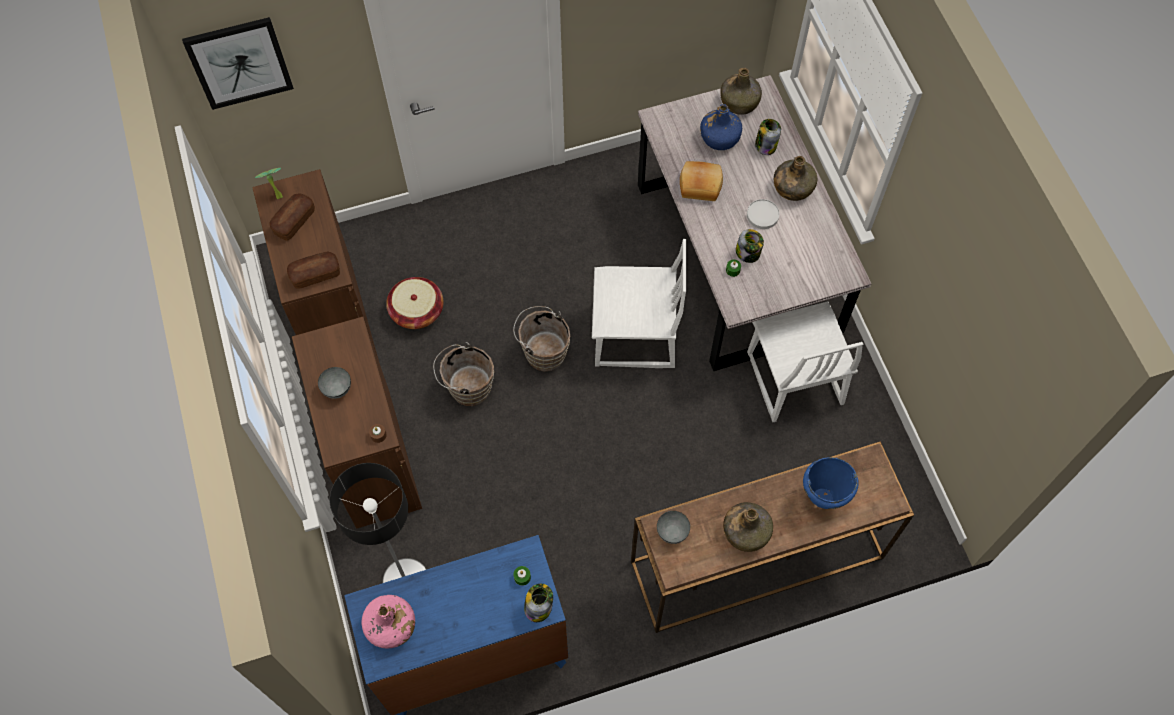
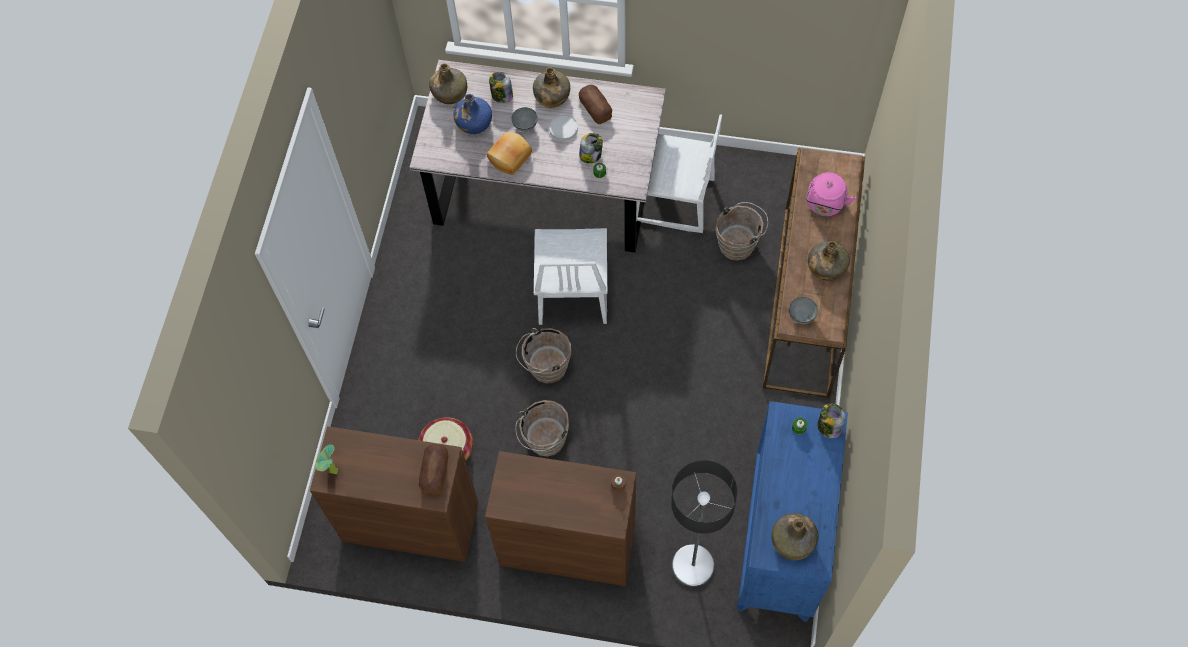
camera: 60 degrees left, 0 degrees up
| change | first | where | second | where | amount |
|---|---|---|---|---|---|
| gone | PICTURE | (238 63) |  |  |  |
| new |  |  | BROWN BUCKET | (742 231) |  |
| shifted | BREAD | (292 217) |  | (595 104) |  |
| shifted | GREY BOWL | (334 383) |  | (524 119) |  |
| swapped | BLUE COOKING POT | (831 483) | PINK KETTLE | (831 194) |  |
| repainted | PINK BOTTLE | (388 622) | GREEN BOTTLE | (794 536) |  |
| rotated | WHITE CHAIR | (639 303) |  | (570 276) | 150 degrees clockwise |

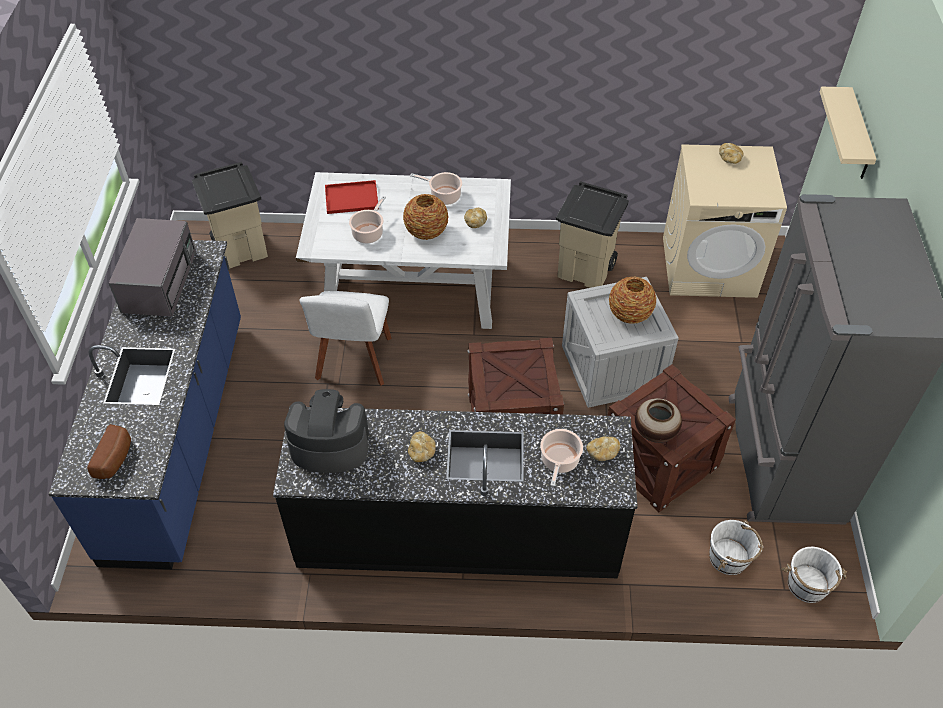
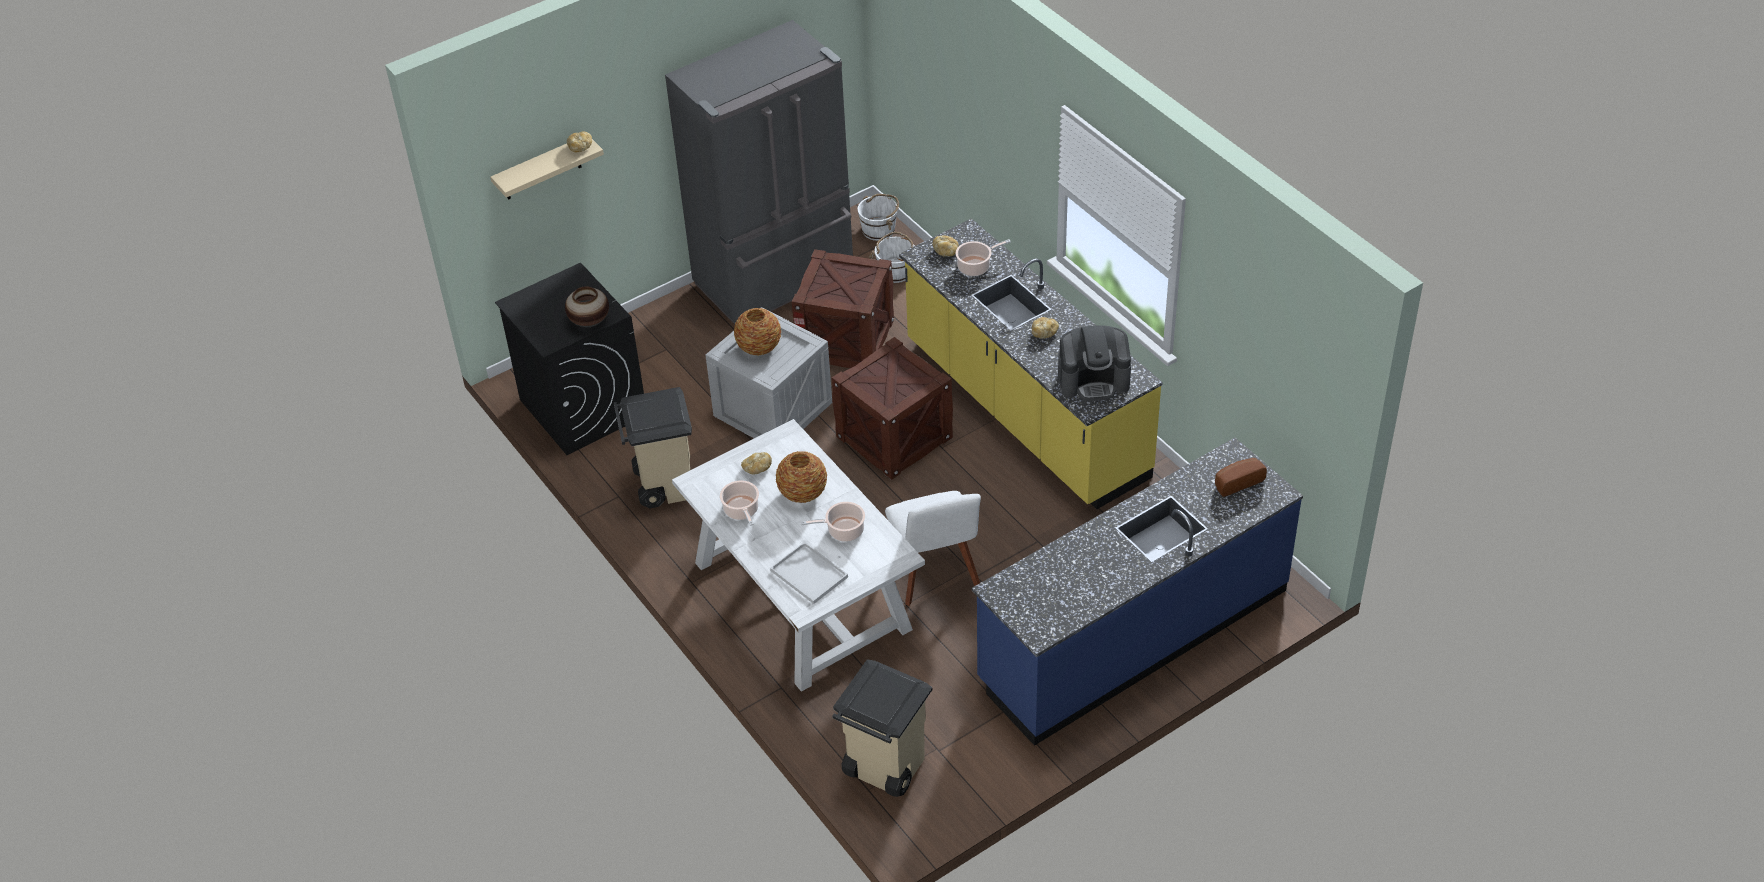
camera: 125 degrees left, 5 degrees down
| change | first | where | second | where | amount |
|---|---|---|---|---|---|
| gone | GREY MICROWAVE | (152 267) |  |  |  |
| shifted | VASE | (658 420) |  | (587 306) |  |
| shifted | BREAD | (731 153) |  | (579 141) |  |
| repainted | BLACK COUNTER | (455 492) | YELLOW COUNTER | (1031 363) |  |
| repainted | RED TRAY | (351 197) | WHITE TRAY | (809 573) |  |
| repainted | BEIGE WASHING MACHINE | (725 221) | BLACK WASHING MACHINE | (569 359) |  |
| rotated | COFFEE MACHINE | (326 431) |  | (1094 363) | 60 degrees counterclockwise |
| rotated | WHITE CHAIR | (345 338) |  | (933 548) | 105 degrees clockwise |

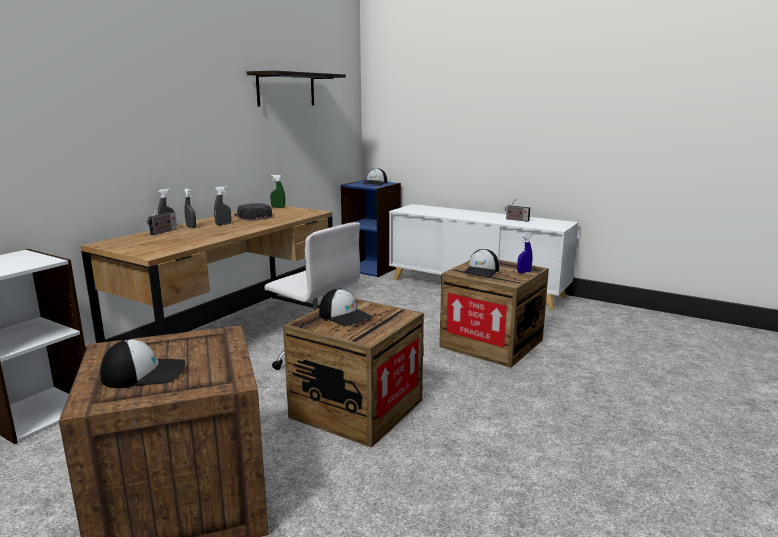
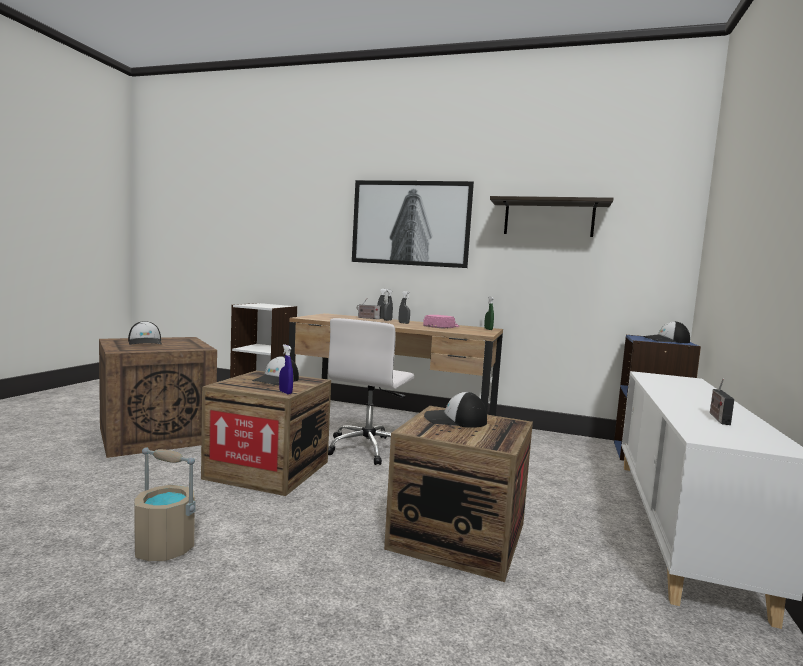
camera: 75 degrees right, 10 degrees down
| change | first | where | second | where | amount |
|---|---|---|---|---|---|
| new |  |  | BEIGE BUCKET | (165 504) |  |
| new |  |  | PICTURE | (413 224) |  |
| shifted | BLUE SPRAY BOTTLE | (524 253) |  | (286 369) |  |
| repainted | BLACK CAP | (253 212) | PINK CAP | (441 322) |  |

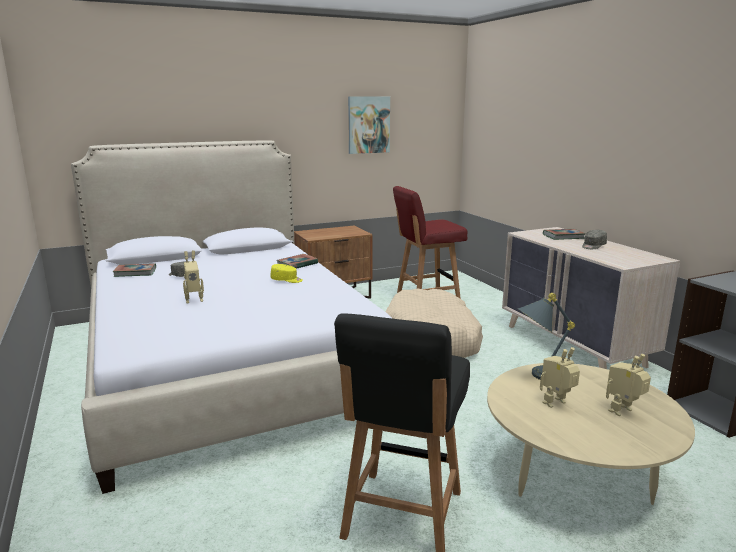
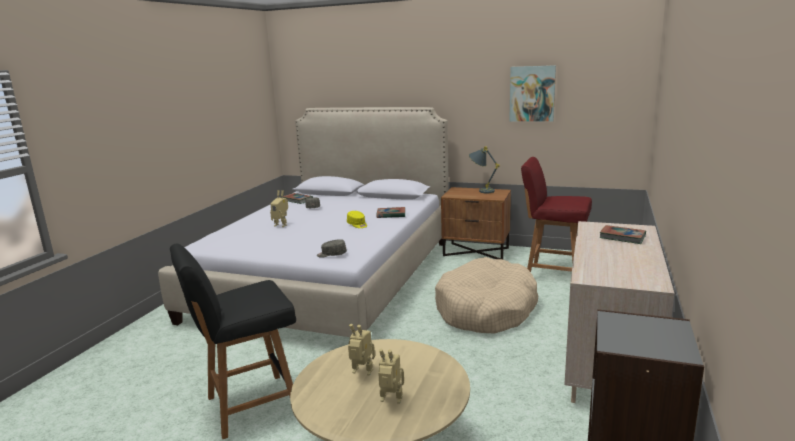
camera: 45 degrees right, 0 degrees up
| change | first | where | second | where | amount |
|---|---|---|---|---|---|
| shifted | GREY TABLE LAMP | (546 336) |  | (484 169) |  |
| shifted | GREY CAP | (594 239) |  | (332 248) |  |

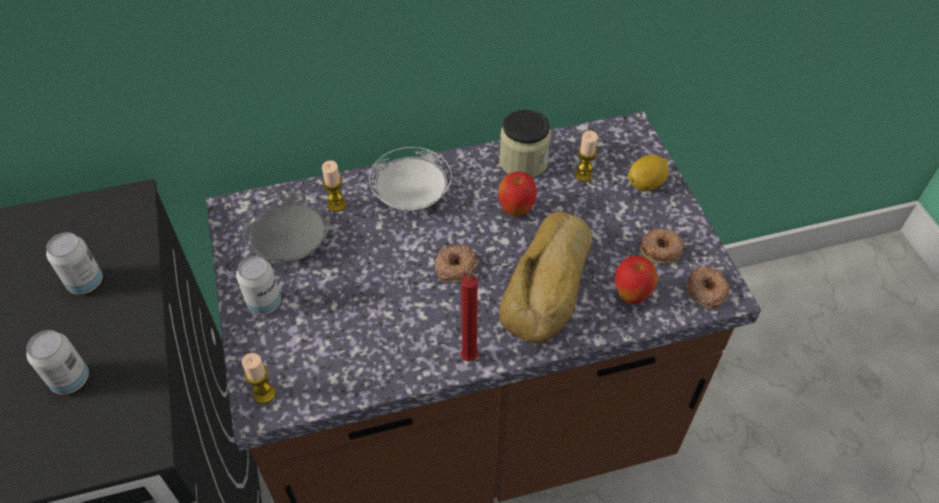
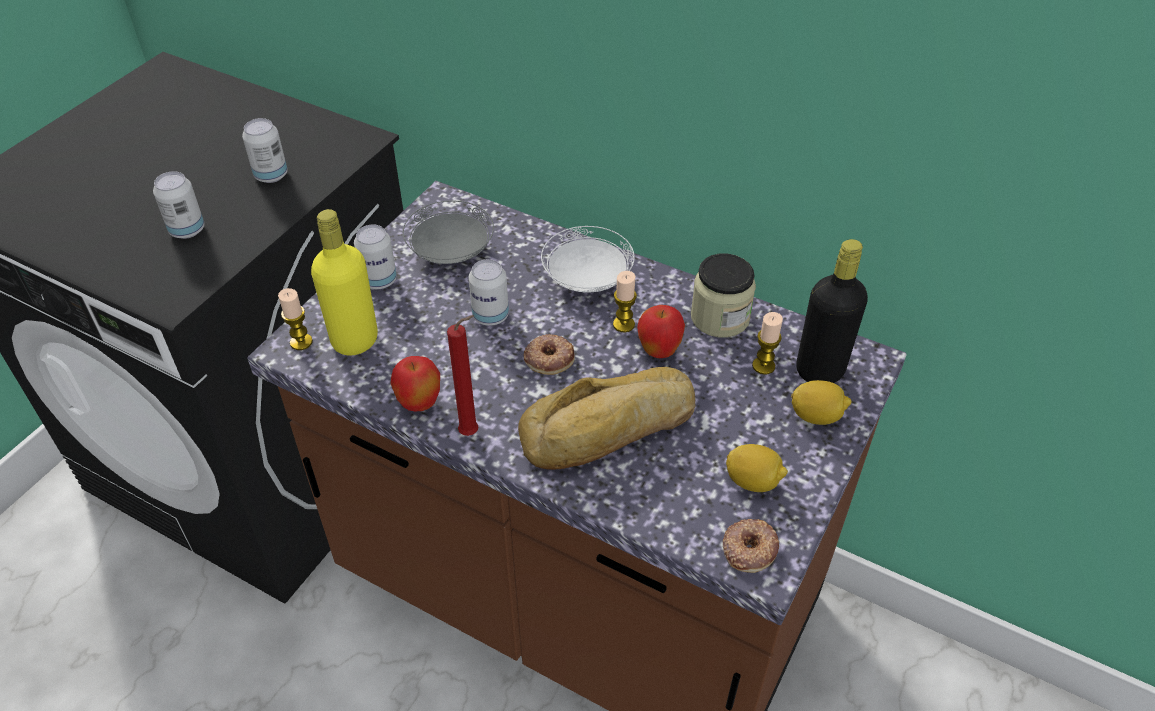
camera: 45 degrees right, 5 degrees down
| change | first | where | second | where | amount |
|---|---|---|---|---|---|
| new |  |  | YELLOW BOTTLE | (344 282) |  |
| new |  |  | CAN | (489 292) |  |
| new |  |  | BLACK BOTTLE | (832 311) |  |
| shifted | CANDLE | (334 186) |  | (625 302) |  |
| shifted | APPLE | (636 280) |  | (415 383) |  |
| swapped | DONUT | (662 246) | LEMON | (757 468) |  |

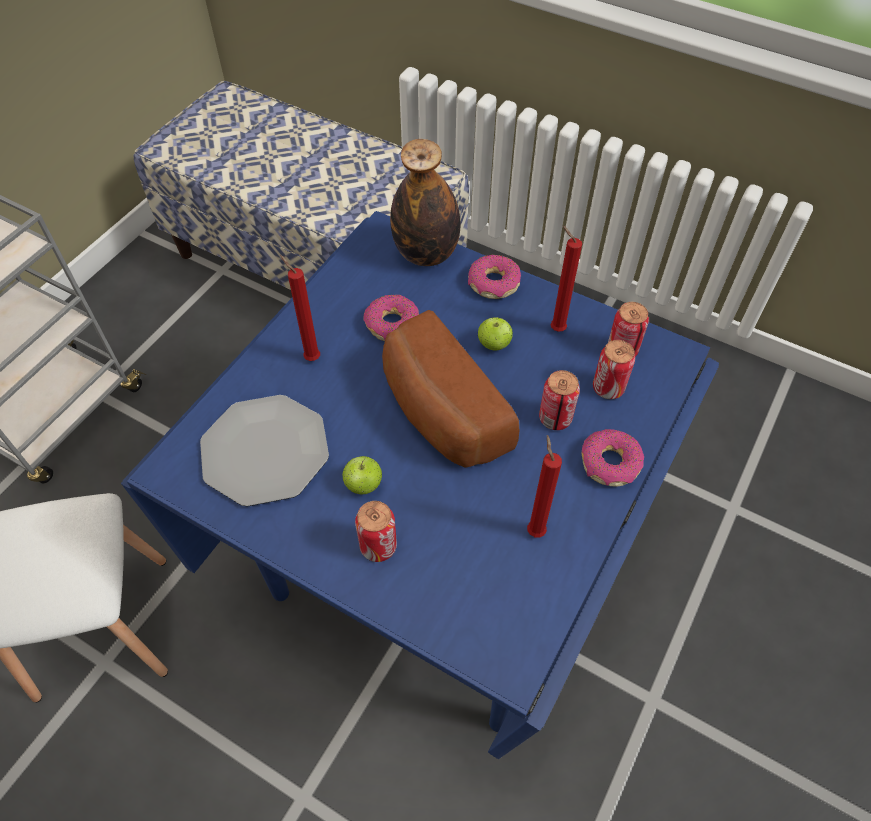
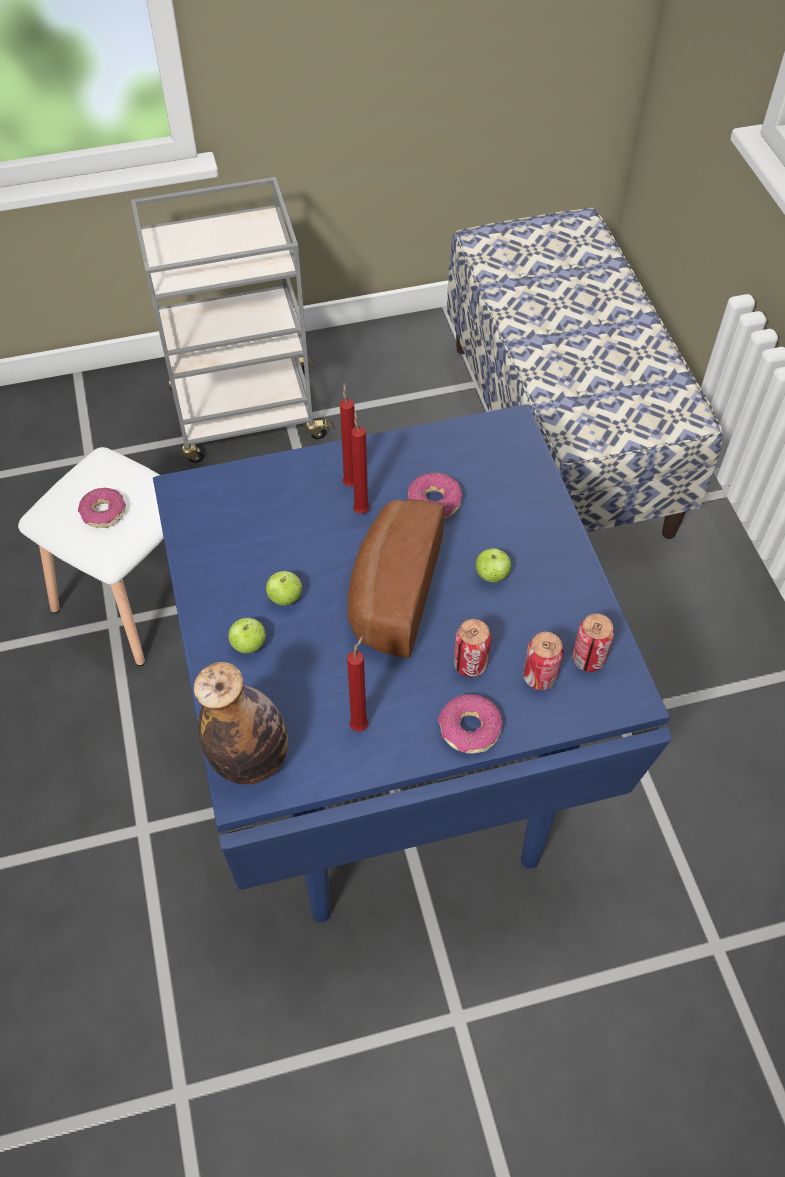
camera: 45 degrees right, 0 degrees up
| change | first | where | second | where | amount |
|---|---|---|---|---|---|
| gone | PLATE | (264 451) |  |  |  |
| shifted | BOTTLE | (425 202) |  | (241 723) |  |
| shifted | DONUT | (494 277) |  | (102 508) |  |
| shifted | RED CANDLE | (566 279) |  | (360 462) |  |
| swapped | CAN | (376 531) | APPLE | (247 635) |  |

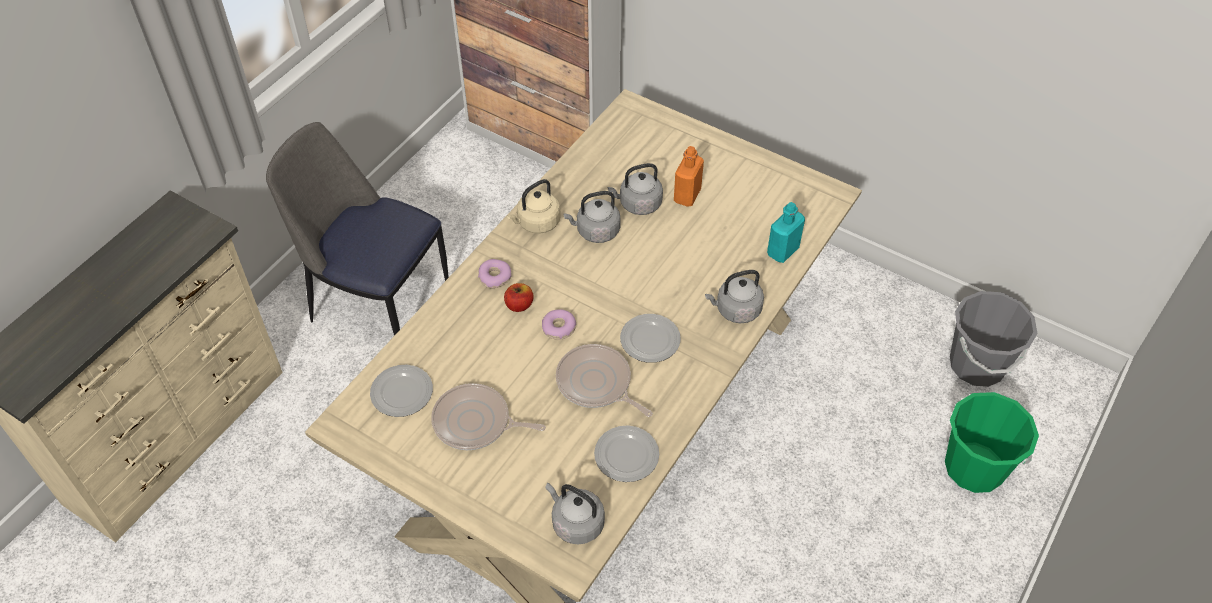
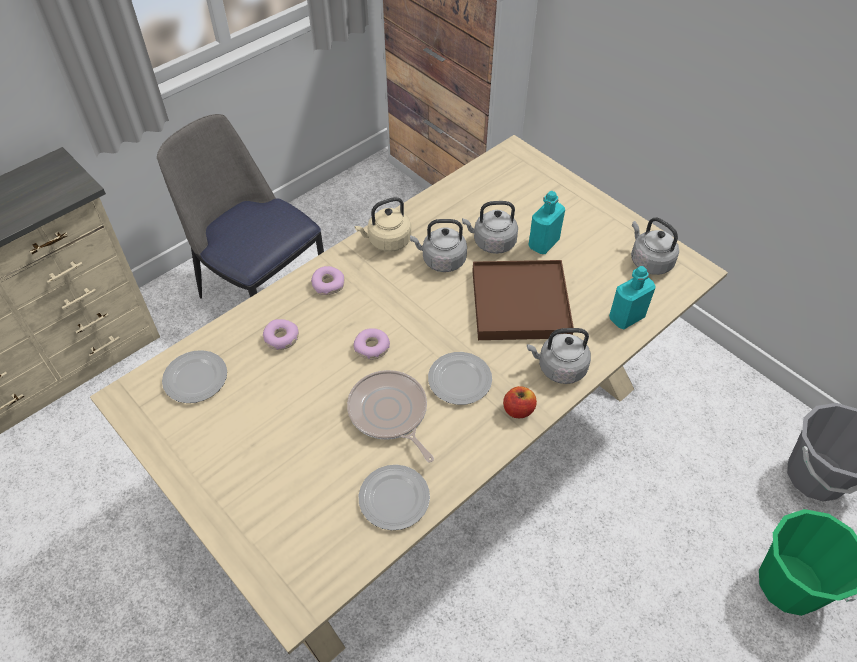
camera: 15 degrees right, 0 degrees up
| change | first | where | second | where | amount |
|---|---|---|---|---|---|
| gone | FRYING PAN | (488 416) |  |  |  |
| new |  |  | DONUT | (281 334) |  |
| new |  |  | BROWN TRAY | (523 300) |  |
| shifted | APPLE | (519 297) |  | (520 402) |  |
| shifted | GREY KETTLE | (575 514) |  | (655 246) |  |
| repainted | ORANGE BOTTLE | (689 176) | TURQUOISE BOTTLE | (547 222) |  |

